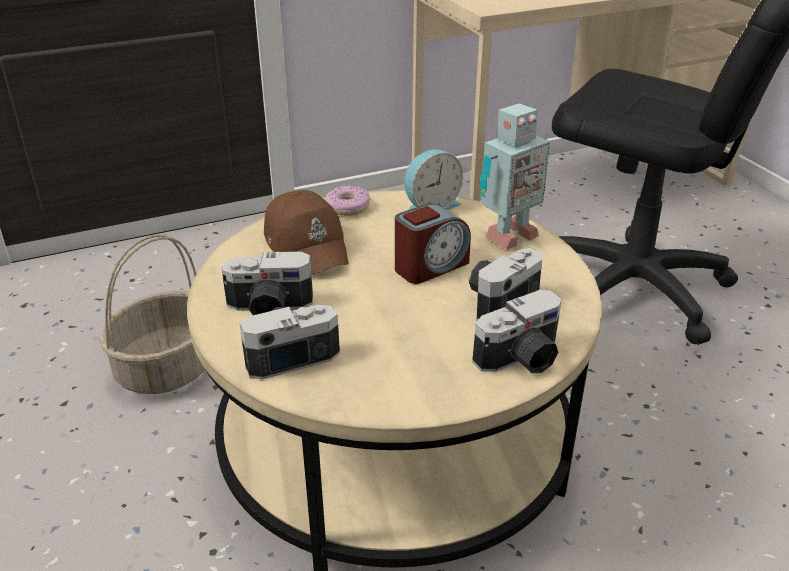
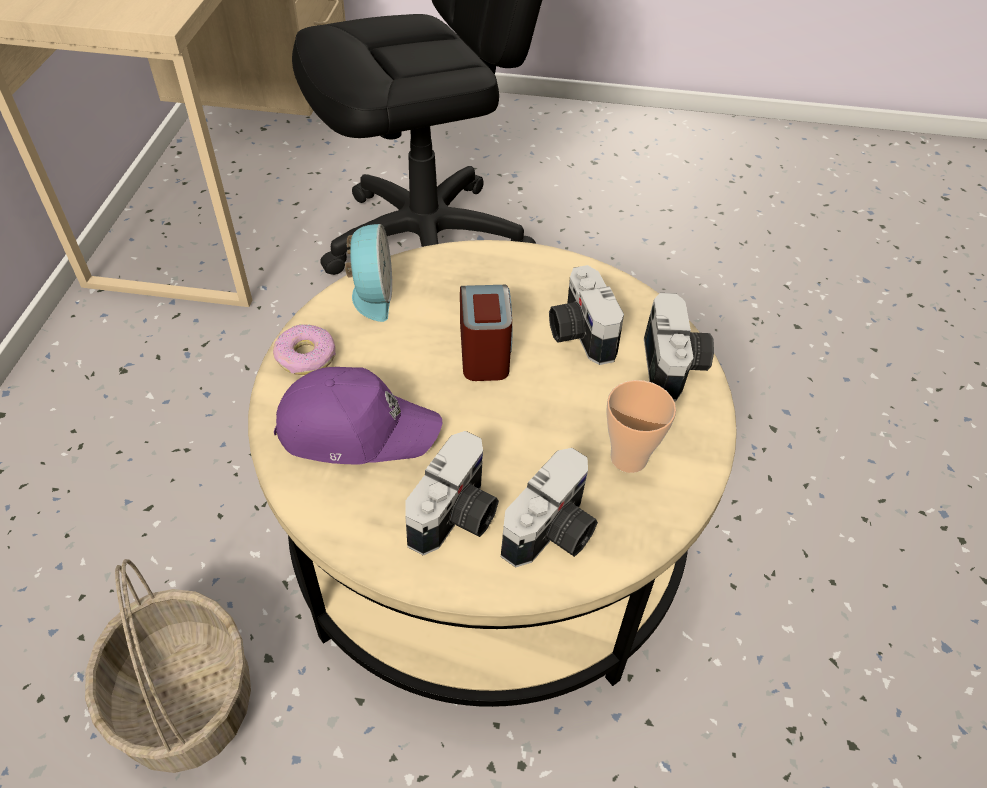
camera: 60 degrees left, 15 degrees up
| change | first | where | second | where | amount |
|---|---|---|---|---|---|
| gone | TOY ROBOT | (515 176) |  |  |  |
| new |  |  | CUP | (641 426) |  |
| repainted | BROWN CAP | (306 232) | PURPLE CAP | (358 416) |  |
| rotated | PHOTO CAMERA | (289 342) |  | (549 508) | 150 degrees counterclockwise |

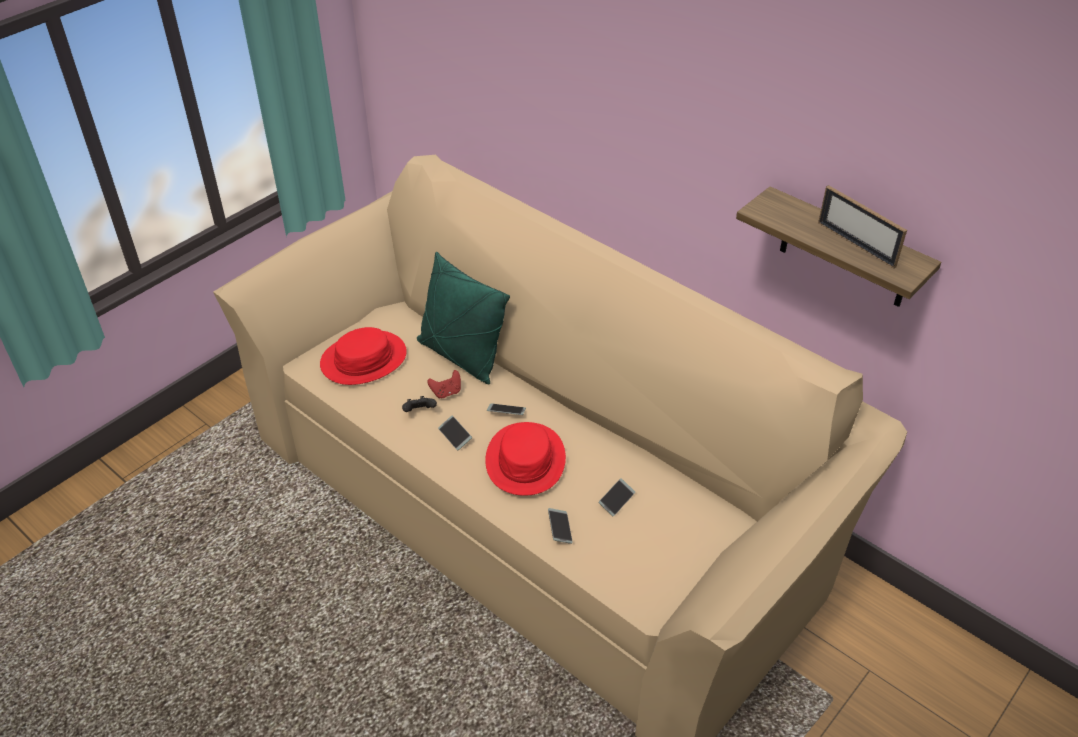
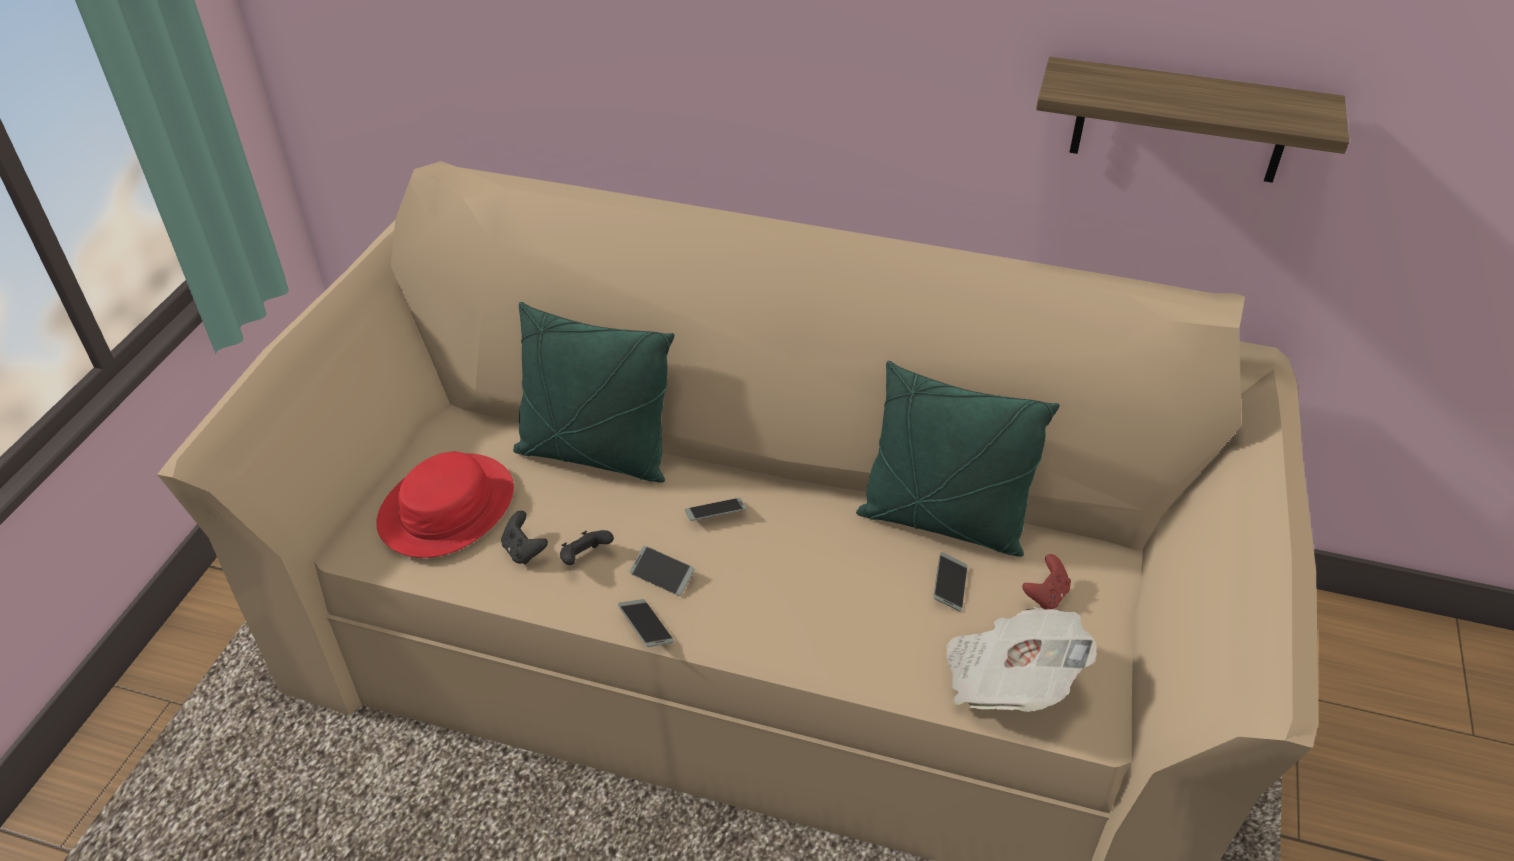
camera: 25 degrees left, 0 degrees up
| change | first | where | second | where | amount |
|---|---|---|---|---|---|
| gone | RED HAT | (525 459) |  |  |  |
| gone | PICTURE FRAME | (862 227) |  |  |  |
| new |  |  | BLACK GAME CONTROLLER | (524 538) |  |
| new |  |  | GREEN PILLOW | (958 459) |  |
| new |  |  | NEWSPAPER | (1021 659) |  |
| shifted | RED GAME CONTROLLER | (444 384) |  | (1046 581) |  |
| shifted | PHONE | (560 526) |  | (646 623) |  |

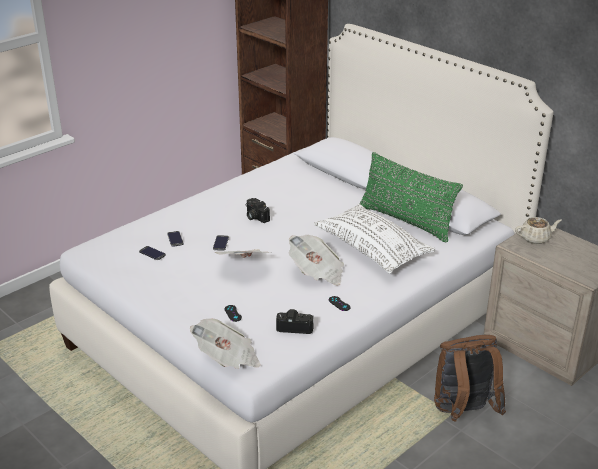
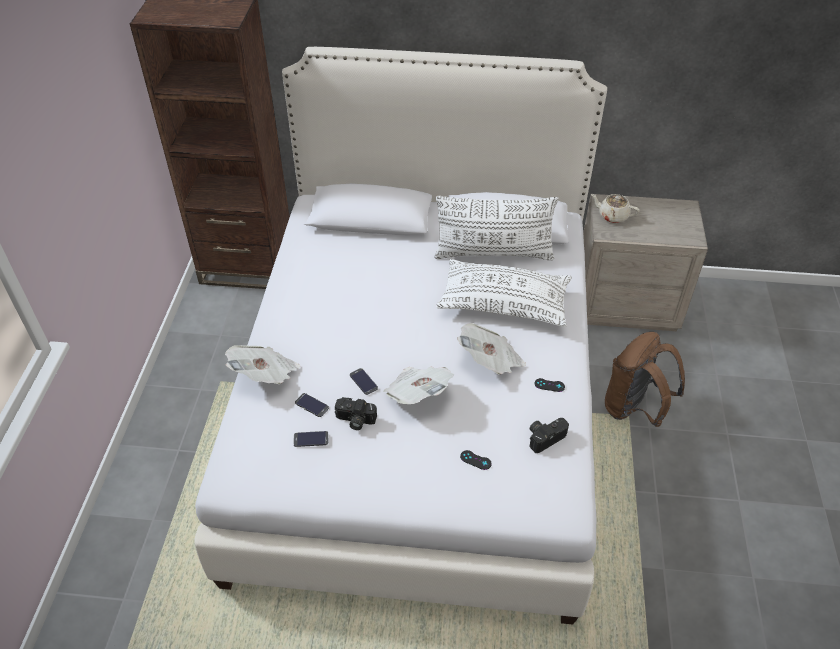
camera: 40 degrees left, 15 degrees up
| change | first | where | second | where | amount |
|---|---|---|---|---|---|
| shifted | NEWSPAPER | (225 343) |  | (262 364) |  |
| shifted | PHOTO CAMERA | (258 210) |  | (356 413) |  |
| repainted | GREEN PILLOW | (411 197) | WHITE PILLOW | (496 228) |  |
| rotated | BEIGE TEAPOT | (538 230) |  | (614 208) | 105 degrees counterclockwise |

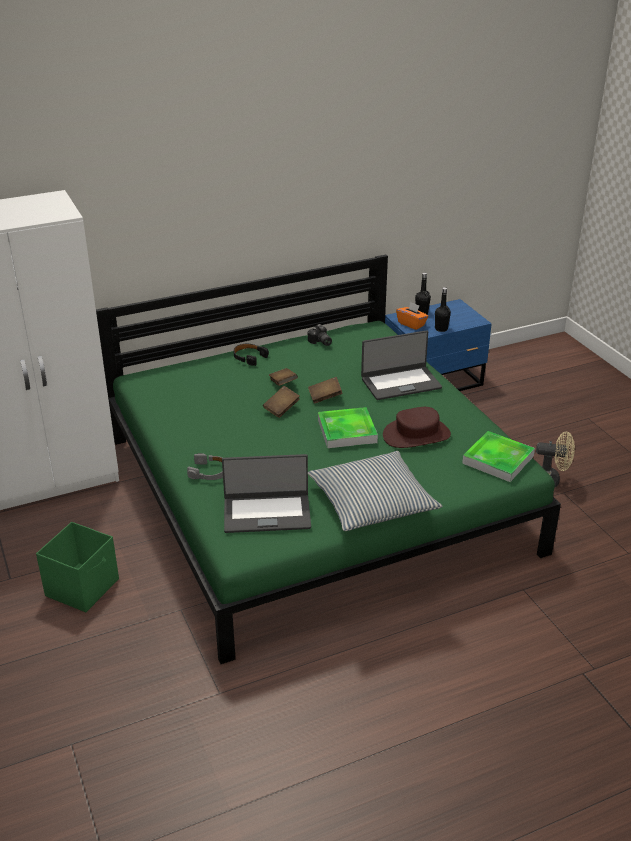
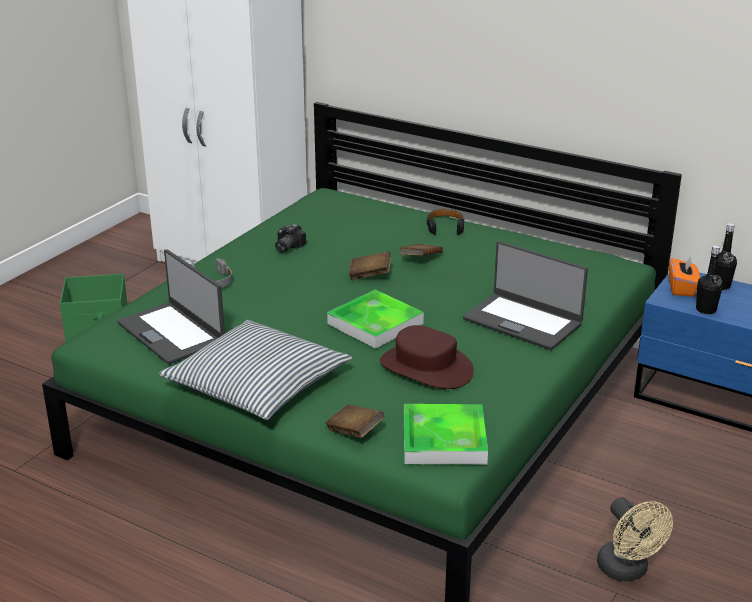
camera: 55 degrees right, 5 degrees down
| change | first | where | second | where | amount |
|---|---|---|---|---|---|
| shifted | PHOTO CAMERA | (320 335) |  | (290 238) |  |
| shifted | BROWN BOOK | (325 390) |  | (354 421) |  |

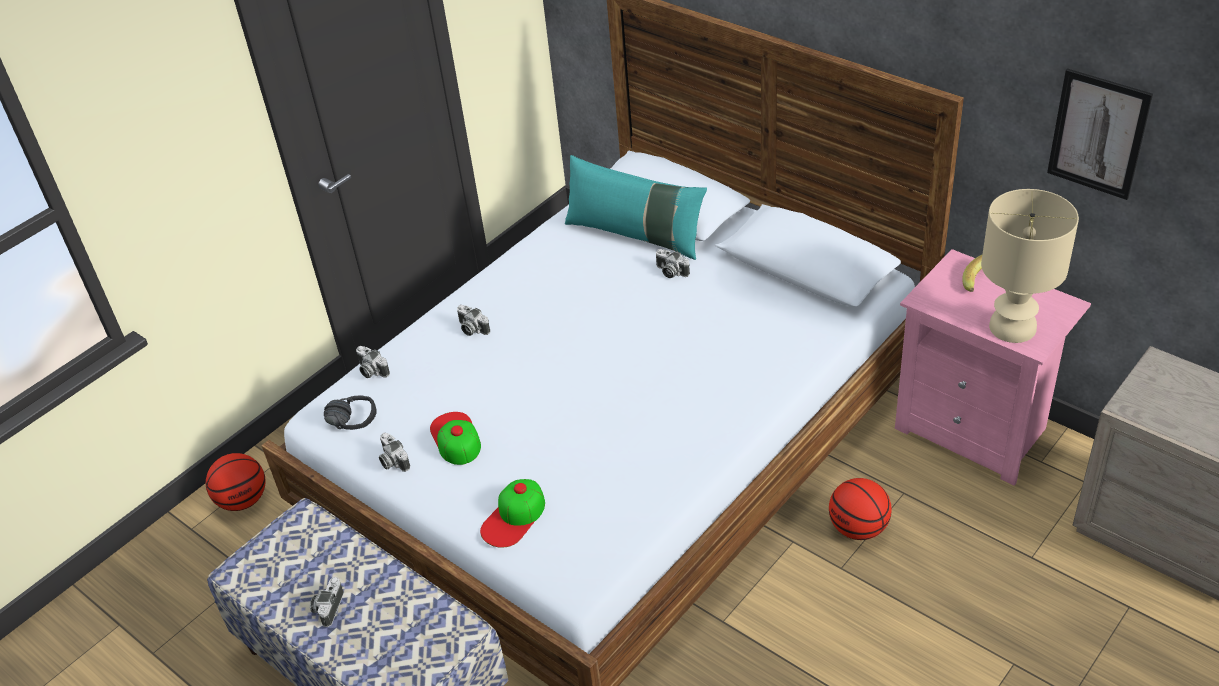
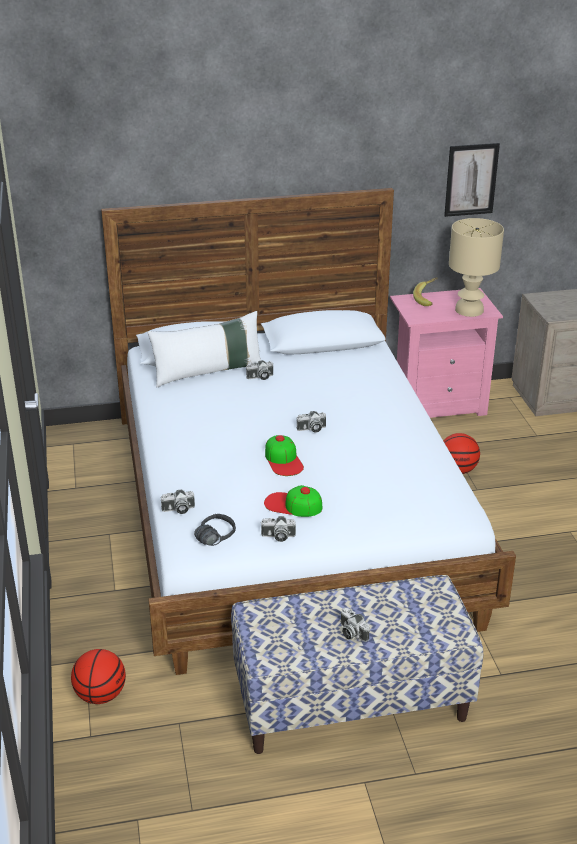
camera: 55 degrees left, 10 degrees down
| change | first | where | second | where | amount |
|---|---|---|---|---|---|
| shifted | PHOTO CAMERA | (473 320) |  | (311 421) |  |
| shifted | CAP | (512 513) |  | (284 455) |  |
| repainted | TURQUOISE PILLOW | (636 207) | WHITE PILLOW | (204 349) |  |

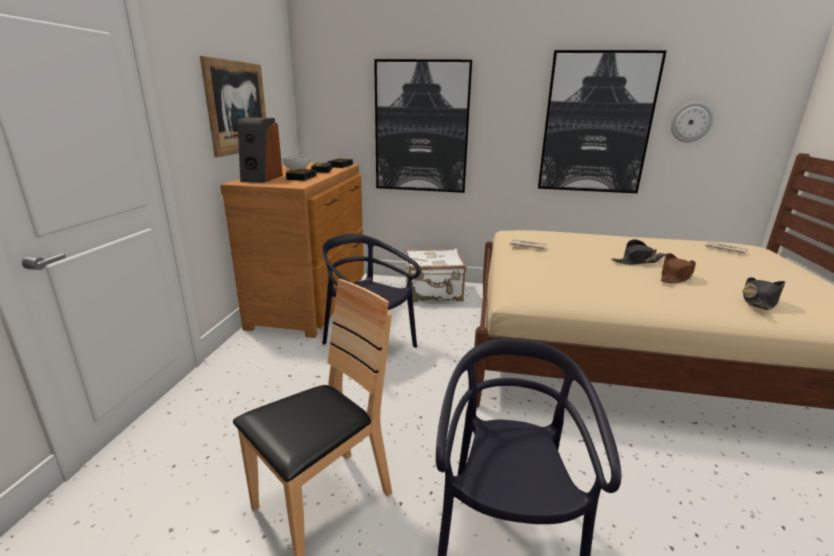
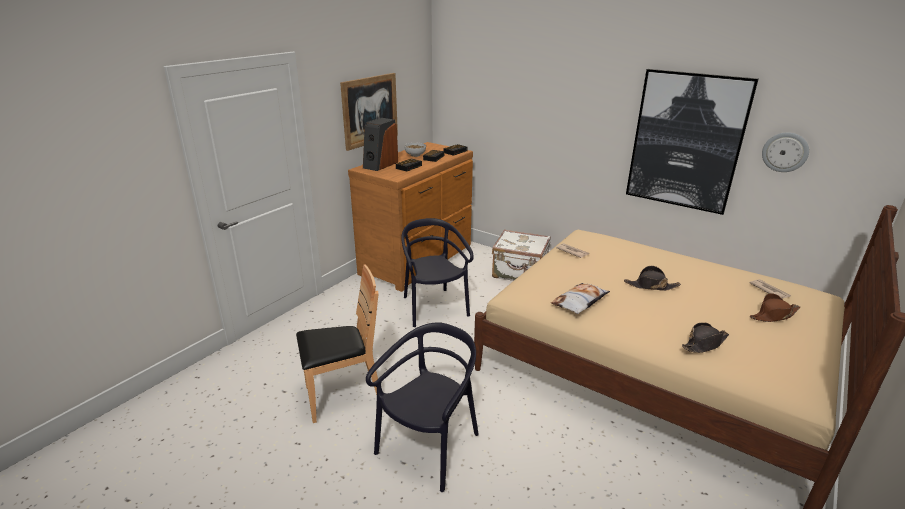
camera: 25 degrees right, 5 degrees up
| change | first | where | second | where | amount |
|---|---|---|---|---|---|
| gone | PICTURE | (423 126) |  |  |  |
| new |  |  | PILLOW | (580 298) |  |
| shifted | BROWN HAT | (678 268) |  | (775 307) |  |

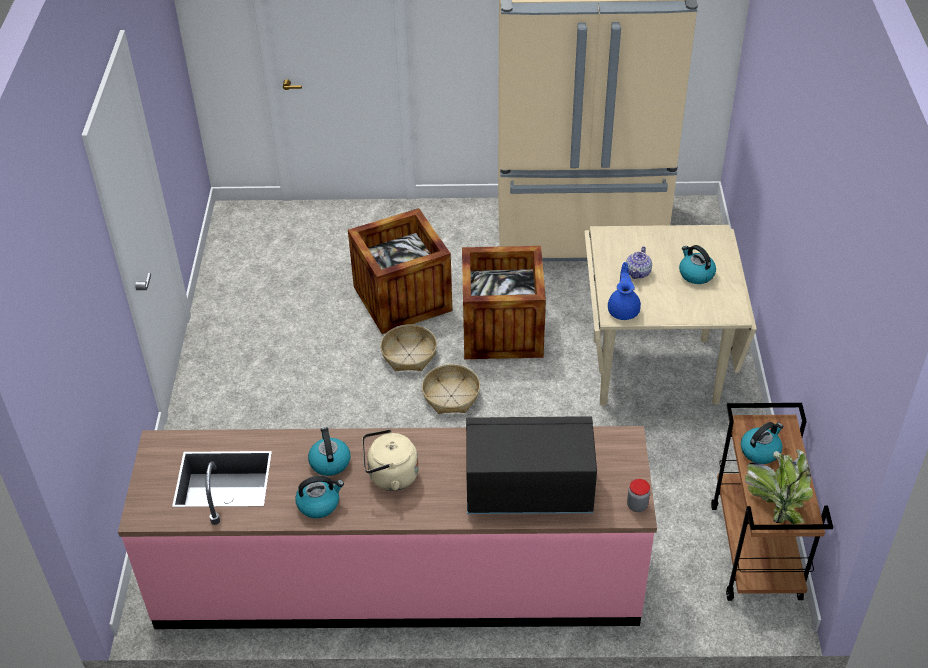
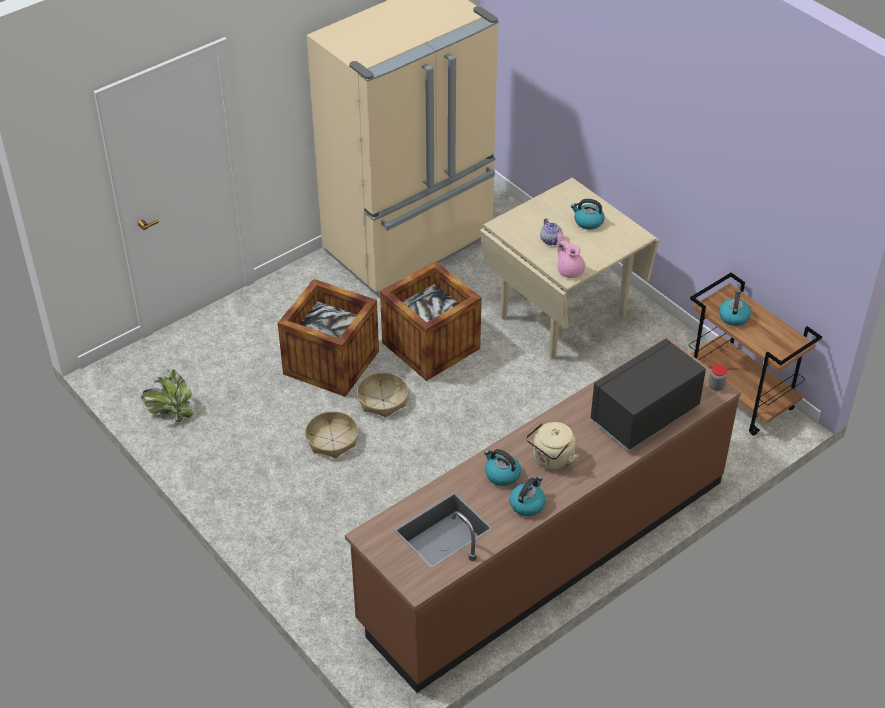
camera: 40 degrees left, 0 degrees up
| change | first | where | second | where | amount |
|---|---|---|---|---|---|
| shifted | BASKET | (451 389) |  | (331 434) |  |
| shifted | POTTED PLANT | (778 487) |  | (167 395) |  |
| repainted | PINK COUNTER | (387 527) | BROWN COUNTER | (543 515) |  |
| repainted | BLUE TEAPOT | (624 291) | PINK TEAPOT | (571 255) |  |

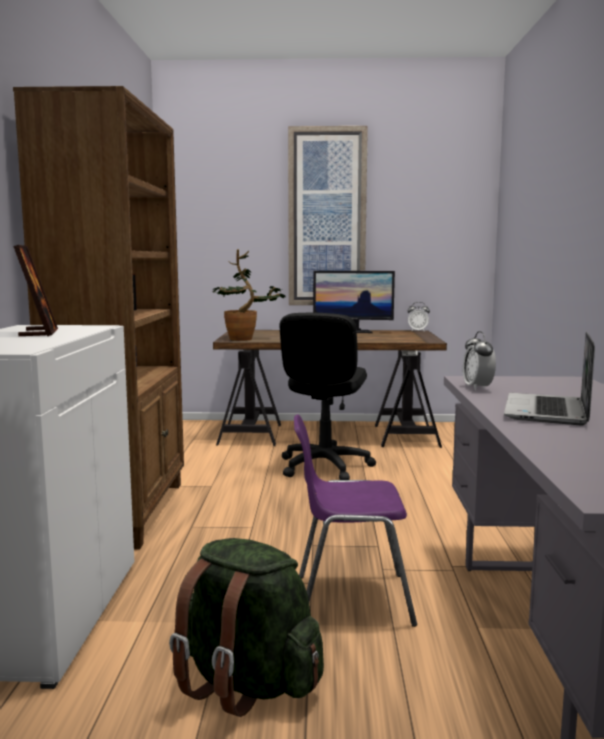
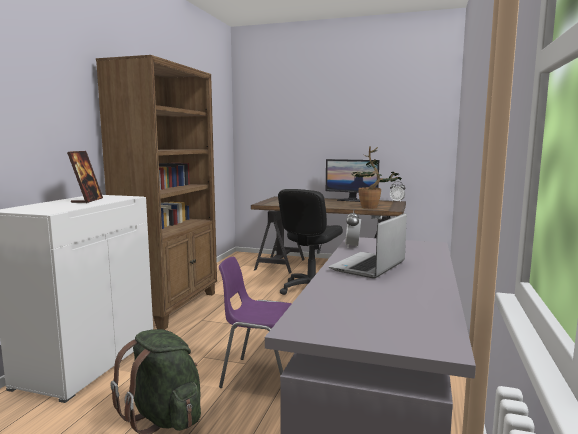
camera: 15 degrees right, 0 degrees up
| change | first | where | second | where | amount |
|---|---|---|---|---|---|
| gone | PICTURE | (328 215) |  |  |  |
| shifted | POTTED PLANT | (249 295) |  | (377 177) |  |

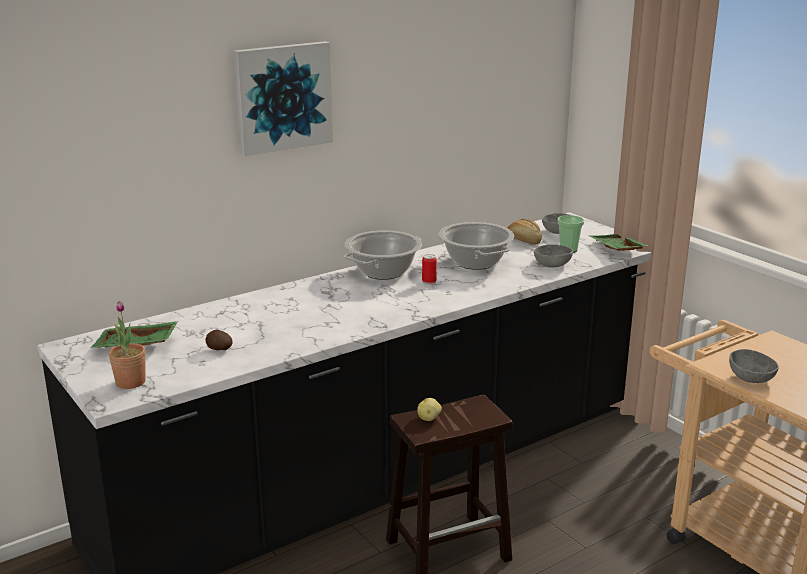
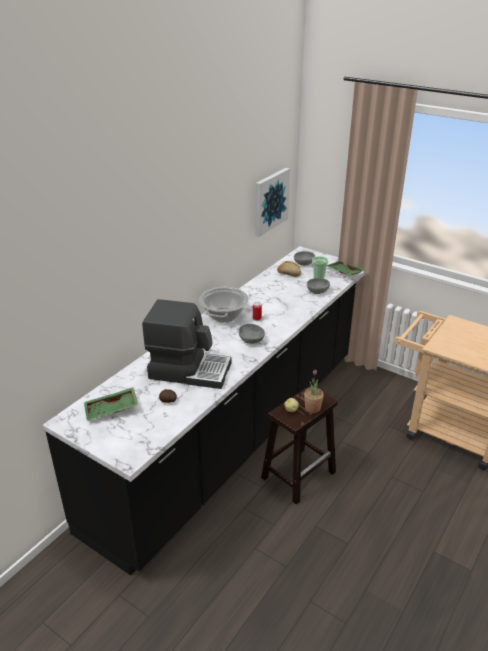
camera: 20 degrees left, 10 degrees up
| change | first | where | second | where | amount |
|---|---|---|---|---|---|
| gone | COOKING POT | (476 246) |  |  |  |
| new |  |  | COFFEE MACHINE | (186 344) |  |
| shifted | POTTED PLANT | (127 345) |  | (314 391) |  |
| shifted | PICTURE | (283 99) |  | (272 202) |  |
| shifted | GREY BOWL | (754 366) |  | (252 334) |  |

